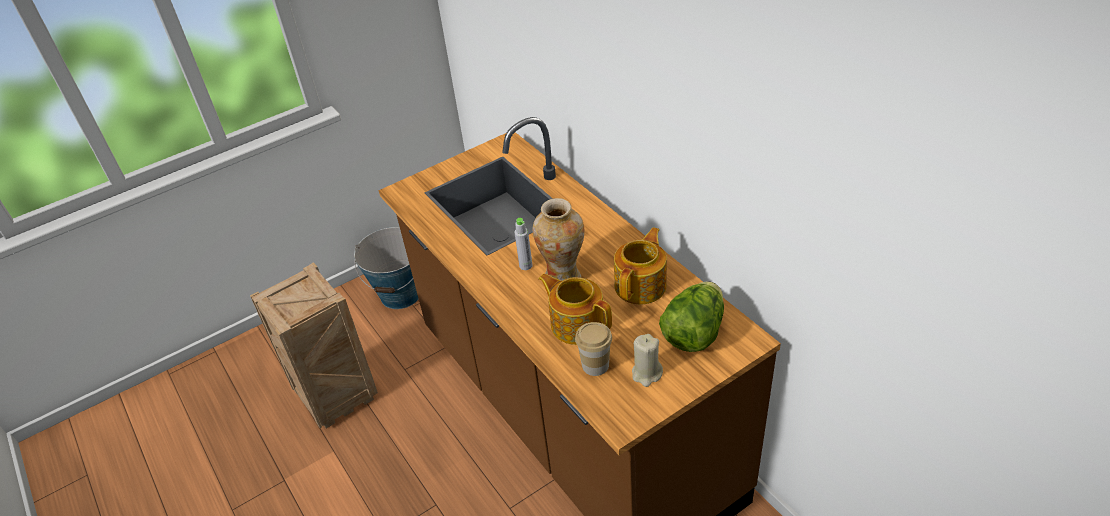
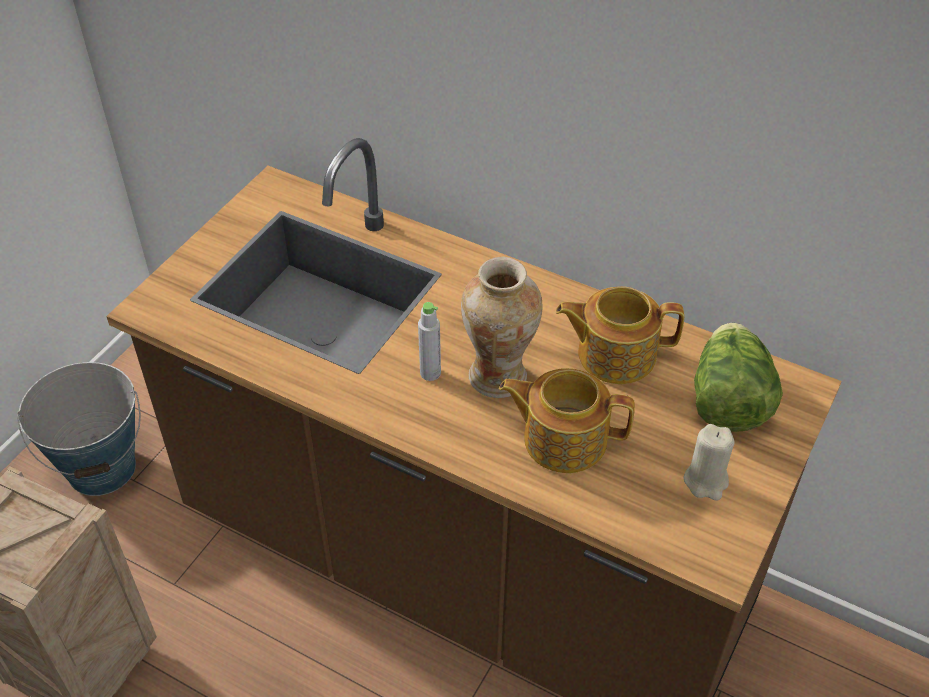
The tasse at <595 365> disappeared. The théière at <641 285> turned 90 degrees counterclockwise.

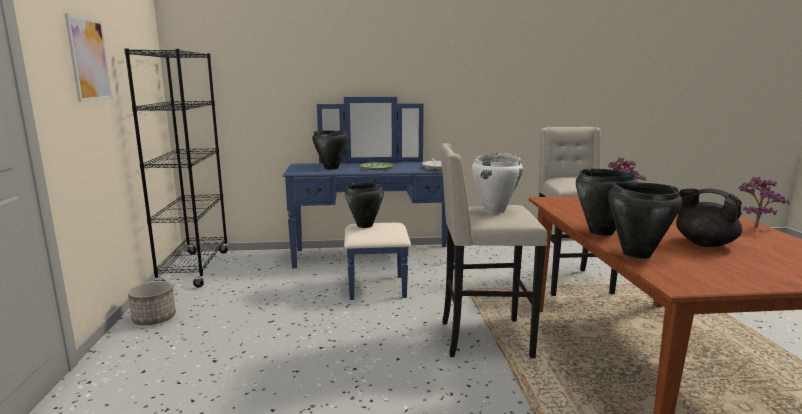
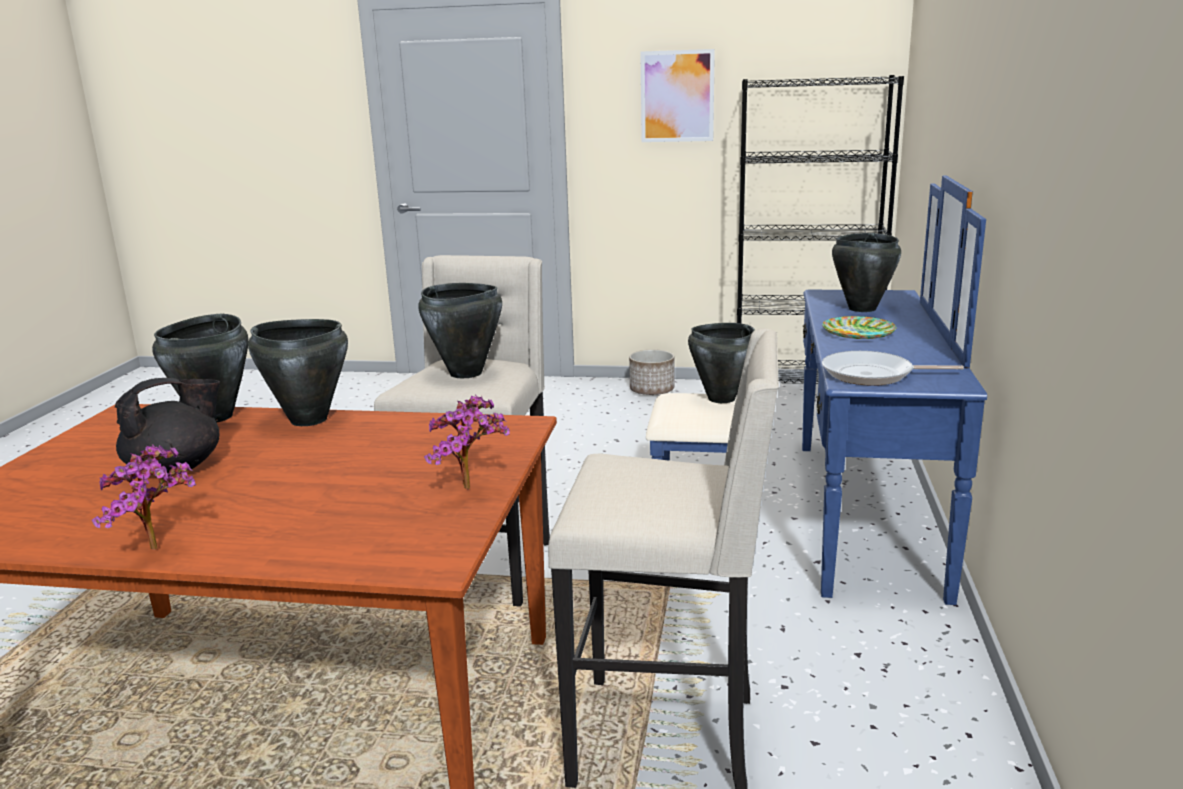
The marmite [blanc] at <495 210> became the marmite [noir] at <466 373>.

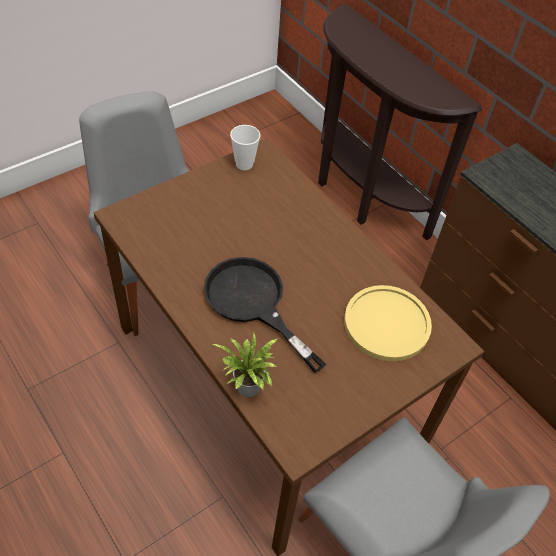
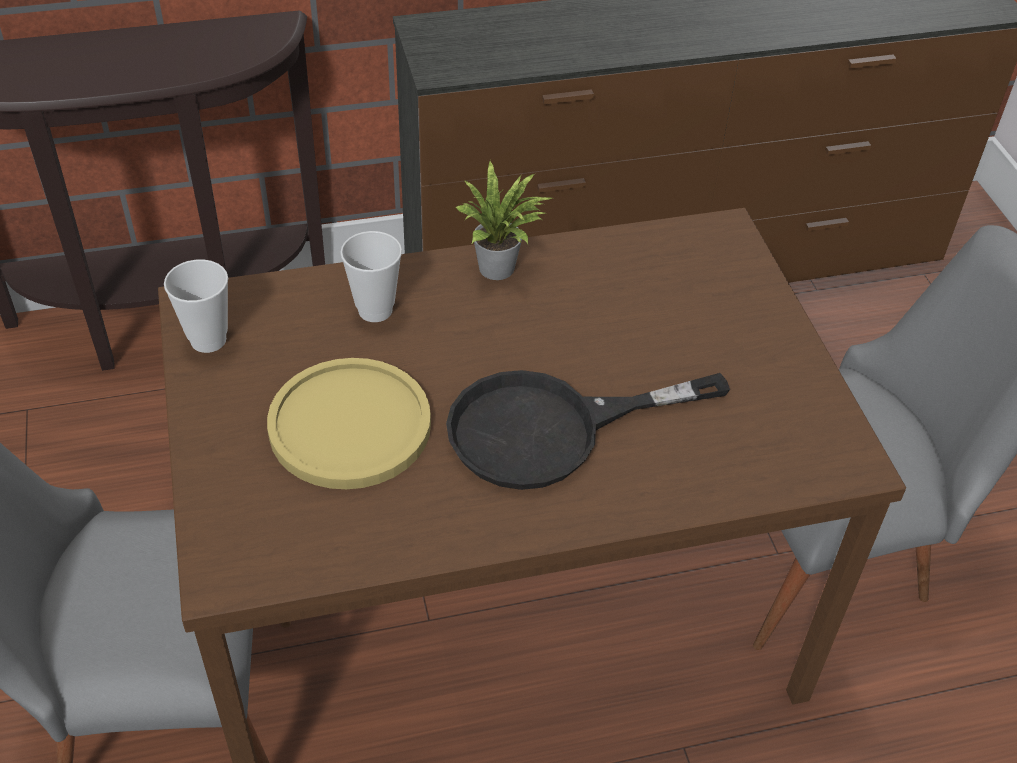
The tasse at <375 310> appeared. The plante en pot moved from <248 389> to <501 269>. The assiette [jaune] moved from <386 324> to <350 425>.

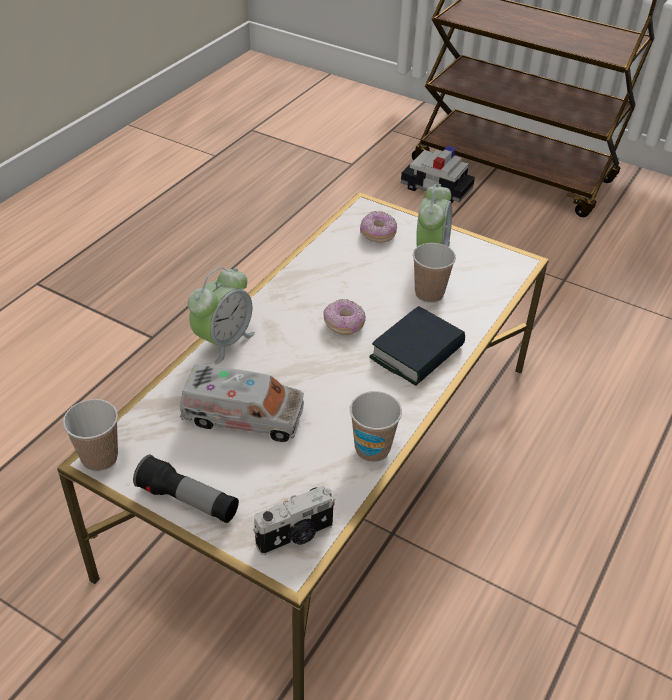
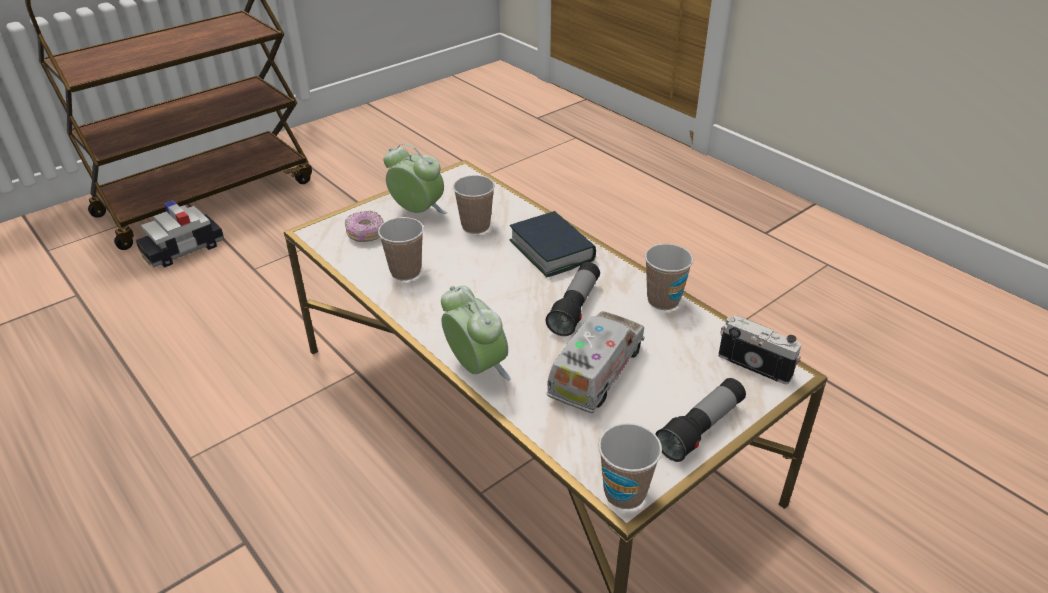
The beignet at <344 324> disappeared. The tasse at <405 272> appeared. The lampe de poche at <575 308> appeared. The appareil photo at <296 536> turned 45 degrees counterclockwise.

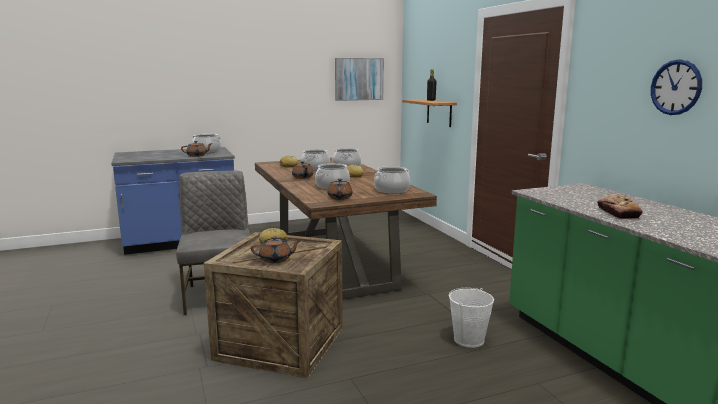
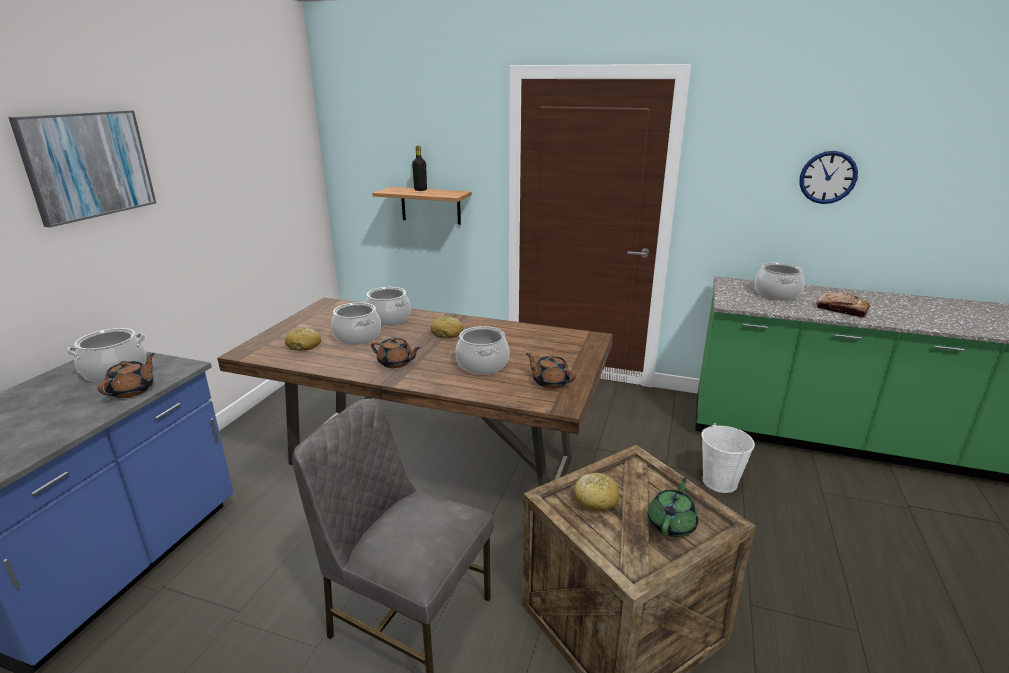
The tableau moved from <359 79> to <88 165>. The marmite moved from <391 190> to <776 294>. The théière [marron] at <276 260> became the théière [vert] at <672 524>.

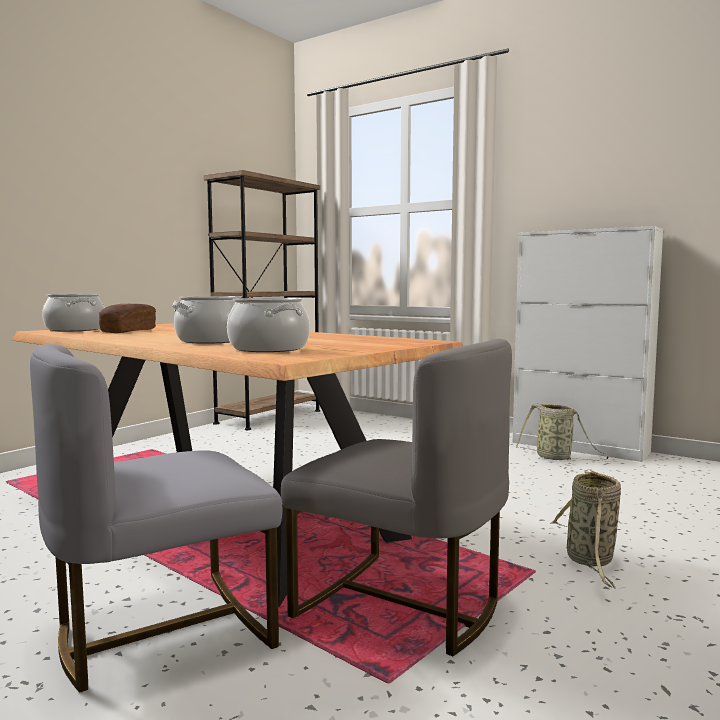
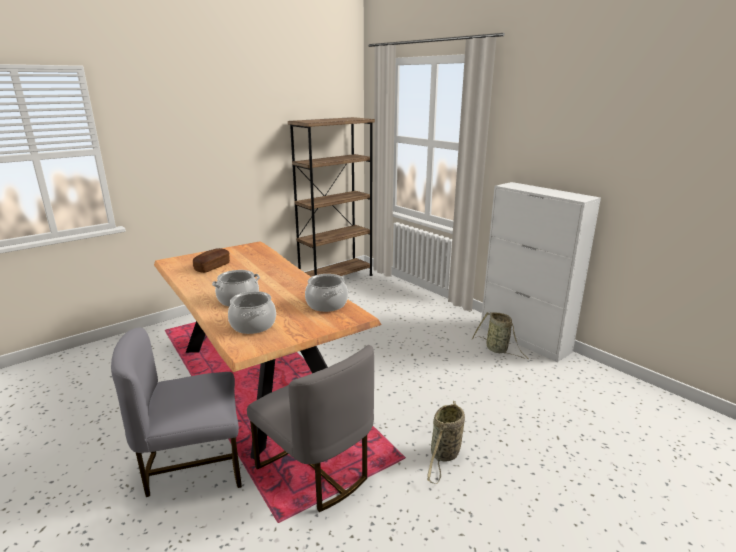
The marmite moved from <76 329> to <327 304>.

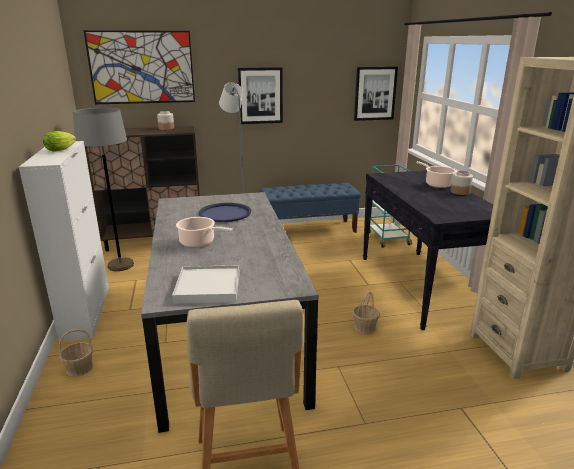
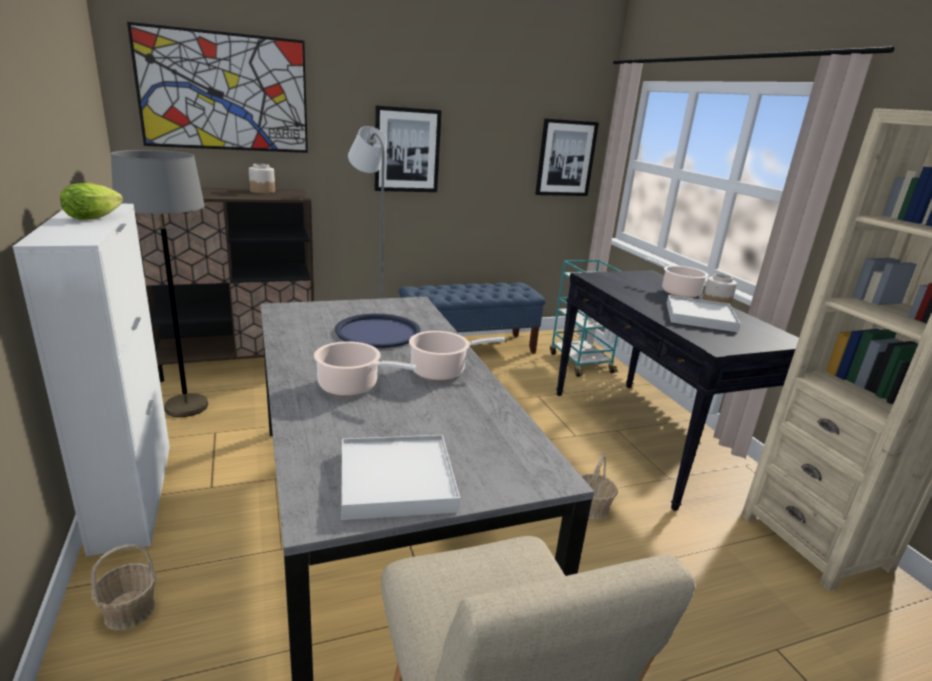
The marmite at <442 371> appeared. The plateau [blanc] at <699 317> appeared.

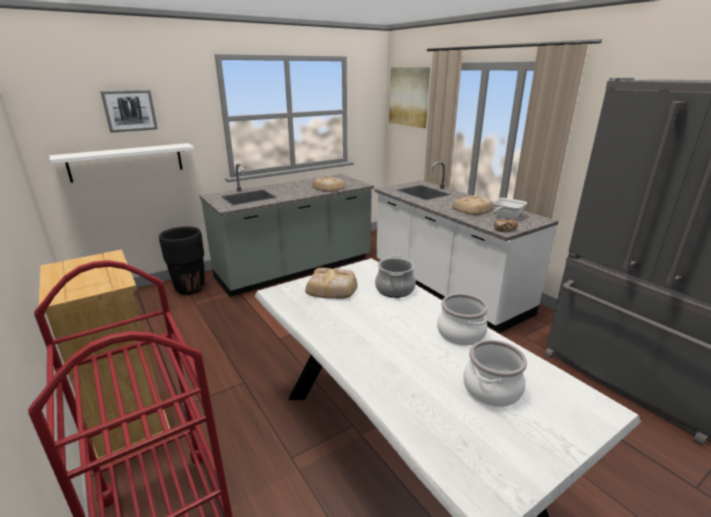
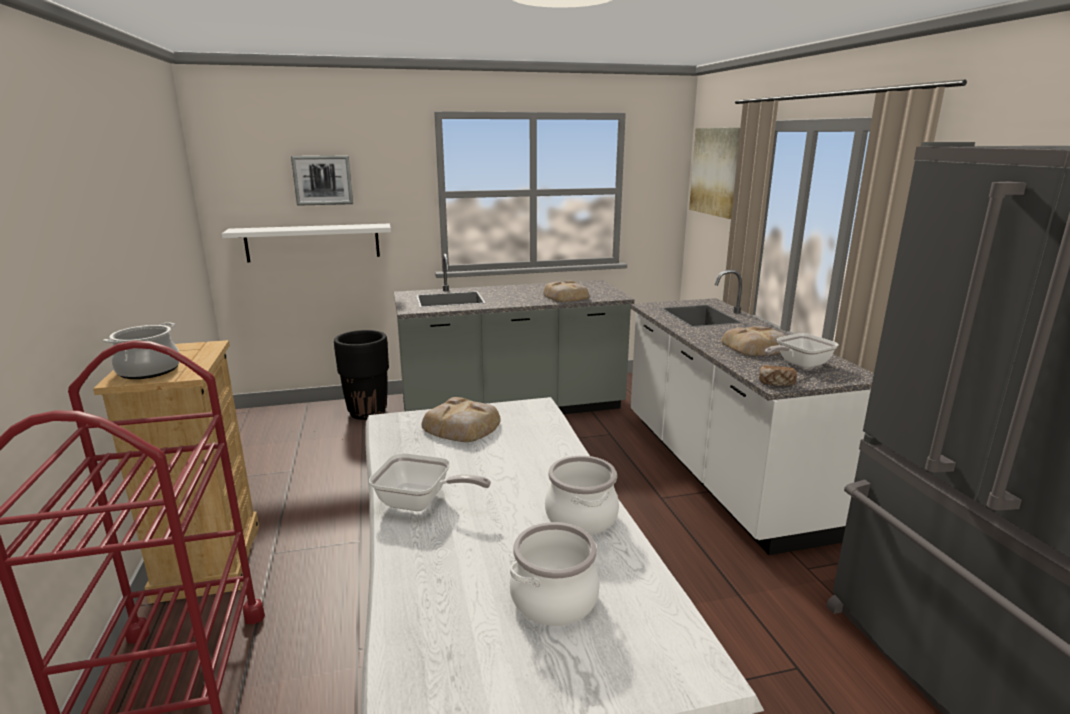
The poêle at <420 502> appeared. The marmite moved from <394 289> to <149 370>.

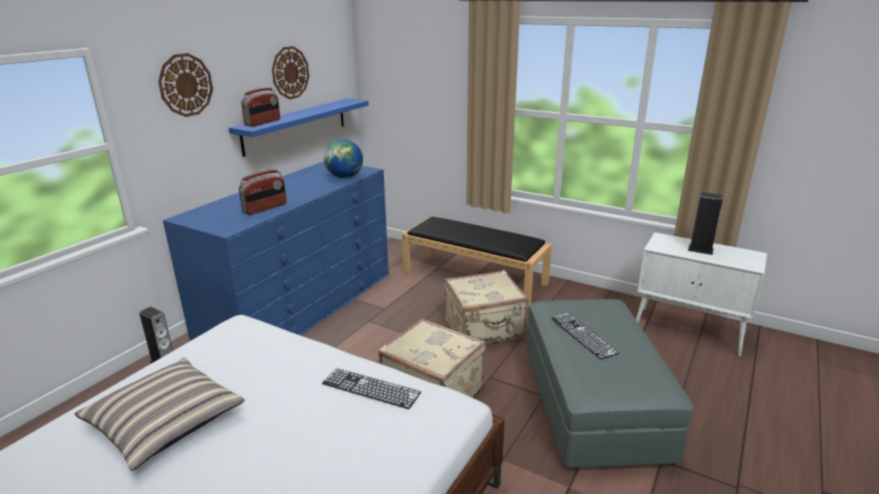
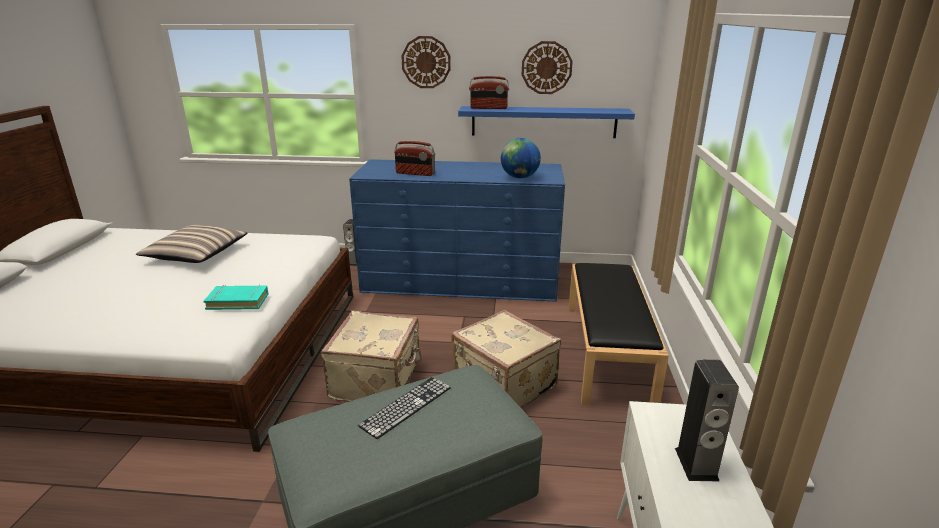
The clavier at <370 388> was replaced by the livre [turquoise] at <238 301>.

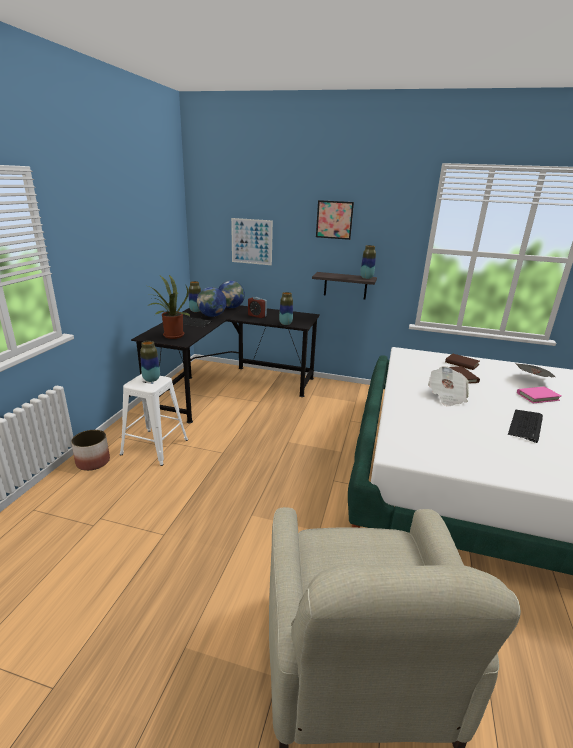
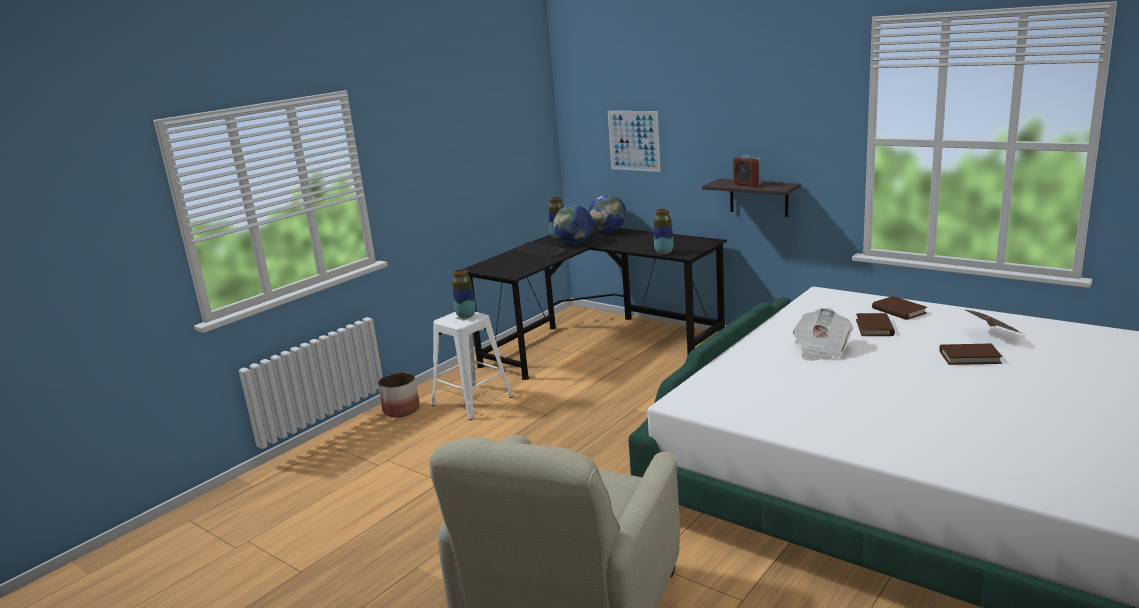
The plante en pot at <171 336> disappeared. The tableau at <334 220> disappeared. The vase at <366 278> disappeared. The clavier at <526 426> disappeared. The réveil moved from <257 316> to <747 184>. The livre [rose] at <537 396> became the livre [marron] at <969 357>.

